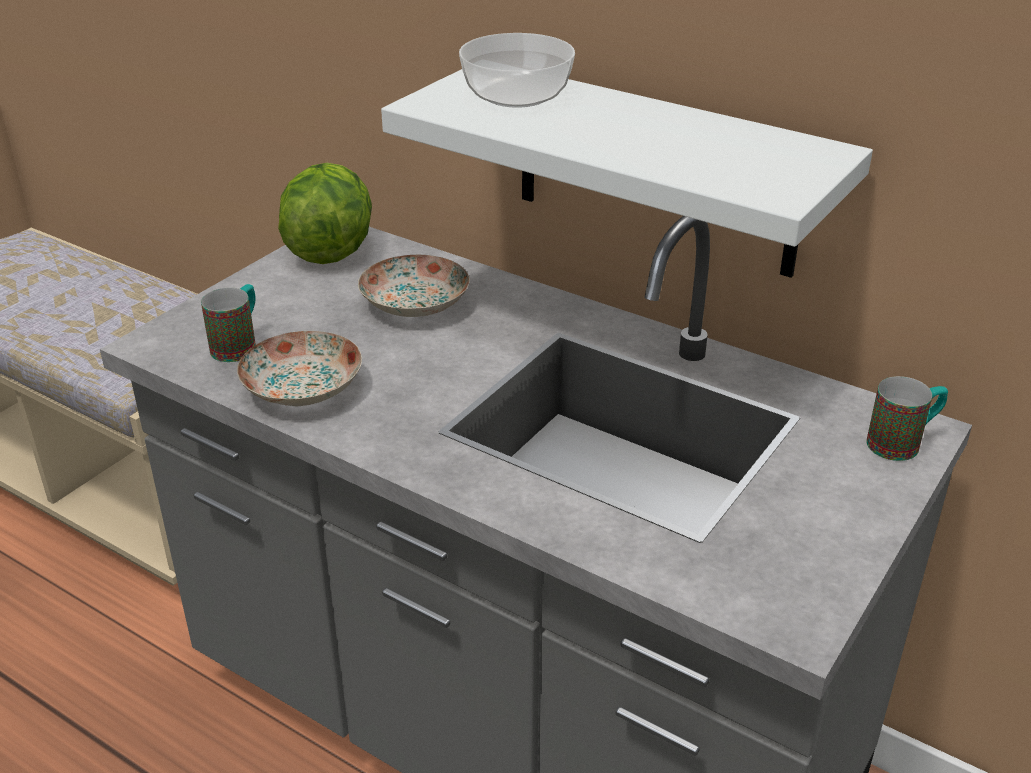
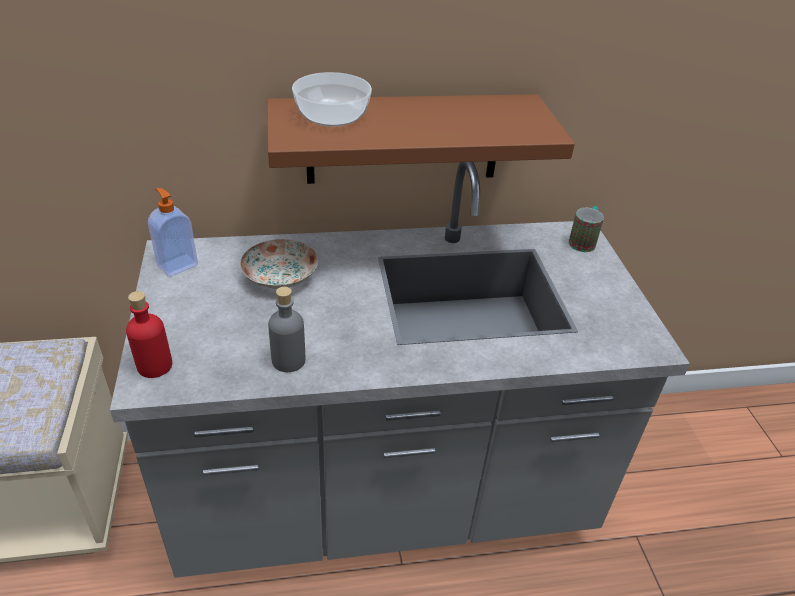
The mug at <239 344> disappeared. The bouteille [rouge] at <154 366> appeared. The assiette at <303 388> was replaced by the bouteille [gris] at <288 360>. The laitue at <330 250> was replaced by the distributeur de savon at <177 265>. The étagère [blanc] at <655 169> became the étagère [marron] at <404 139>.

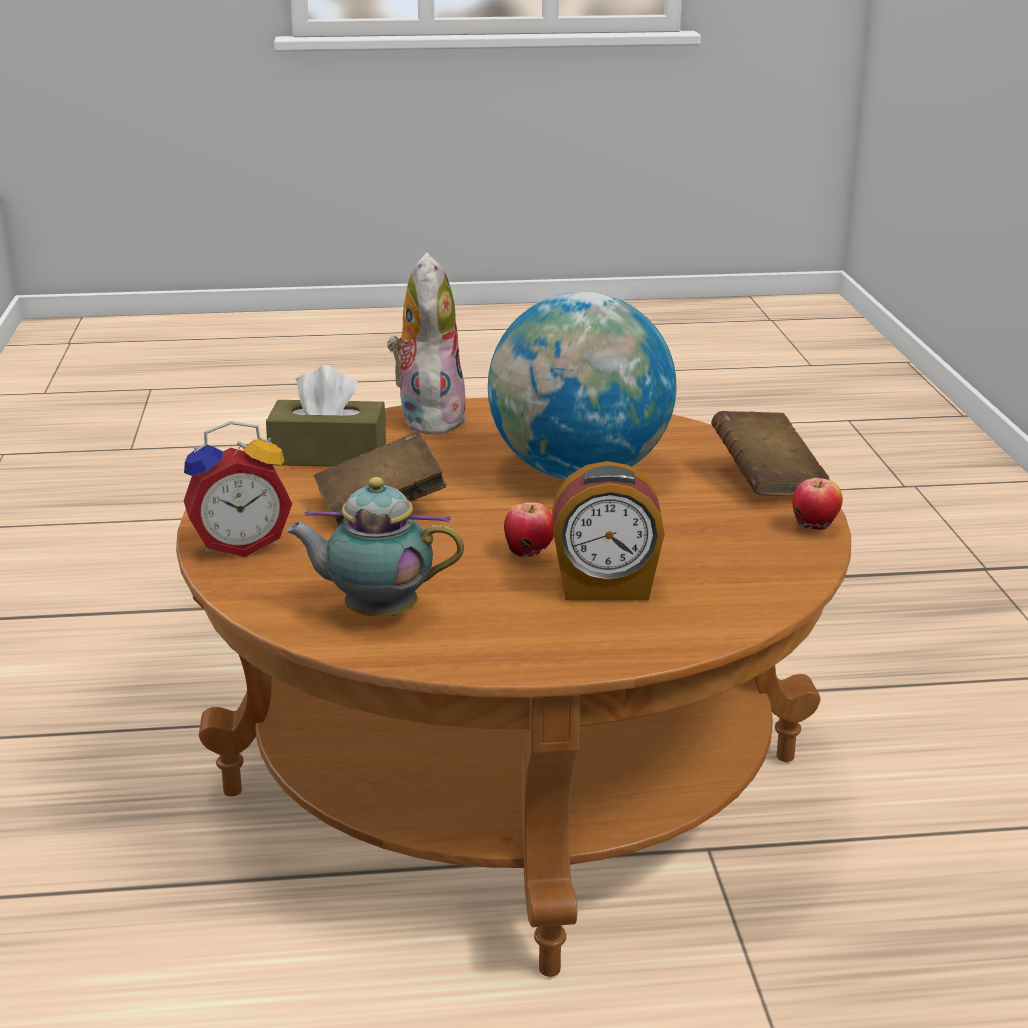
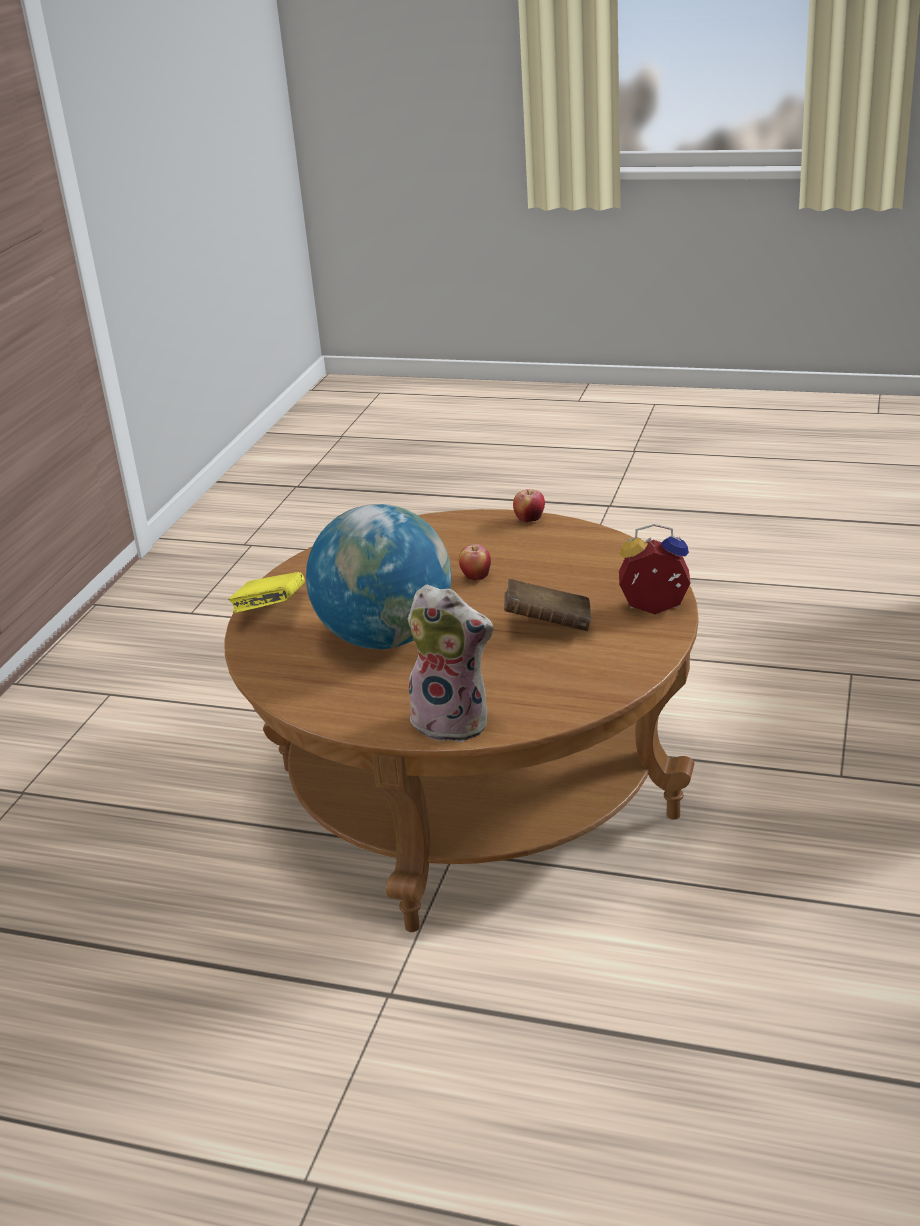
The boîte à mouchoirs [marron] at <328 455> disappeared. The théière at <376 613> disappeared. The réveil at <605 588> disappeared. The pomme moved from <814 528> to <529 520>. The livre [marron] at <767 481> became the livre [jaune] at <270 611>. The peluche at <428 418> turned 90 degrees counterclockwise.

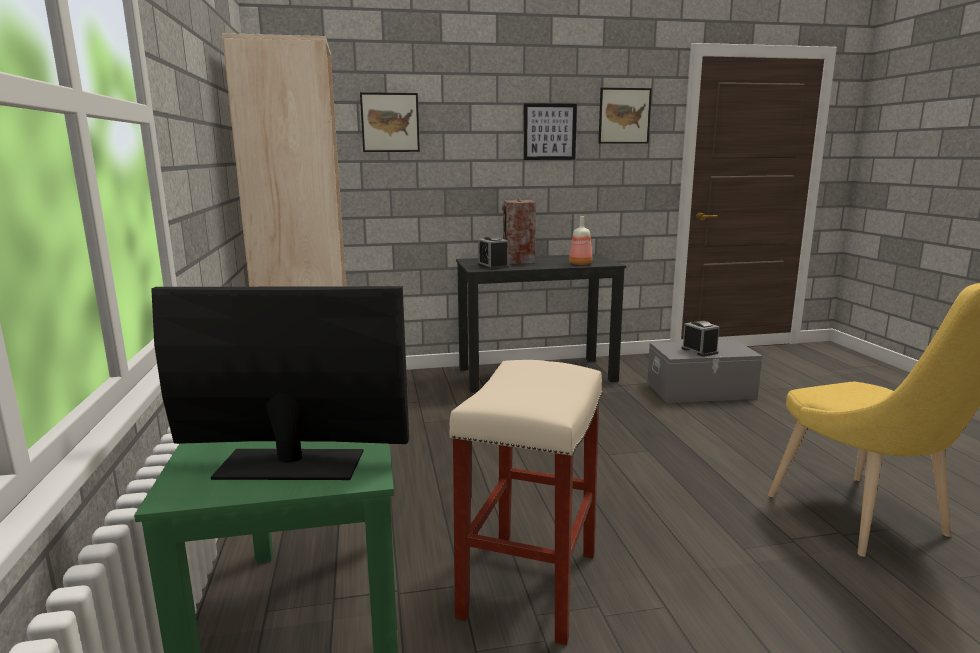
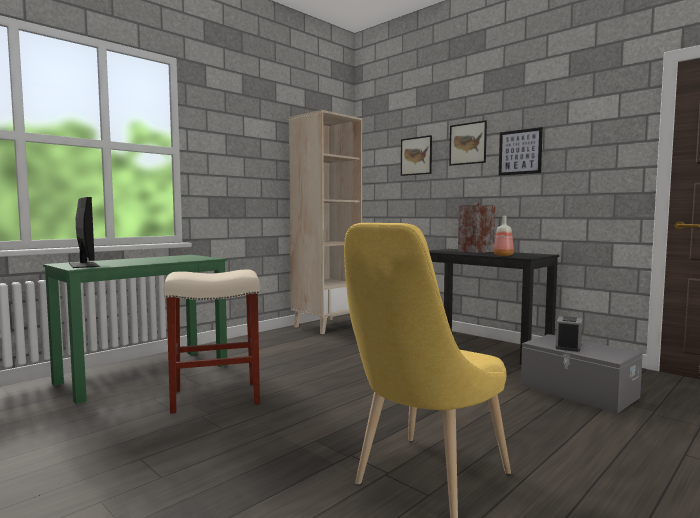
The réveil at <493 266> disappeared. The tableau moved from <624 116> to <467 143>.

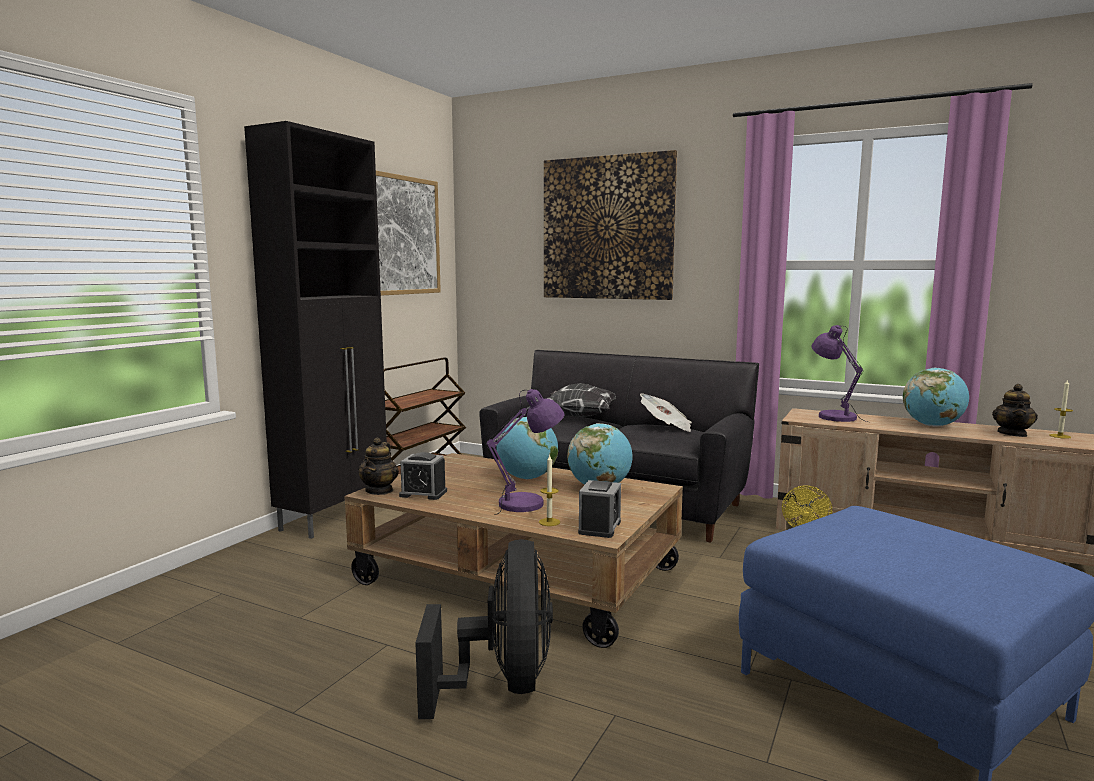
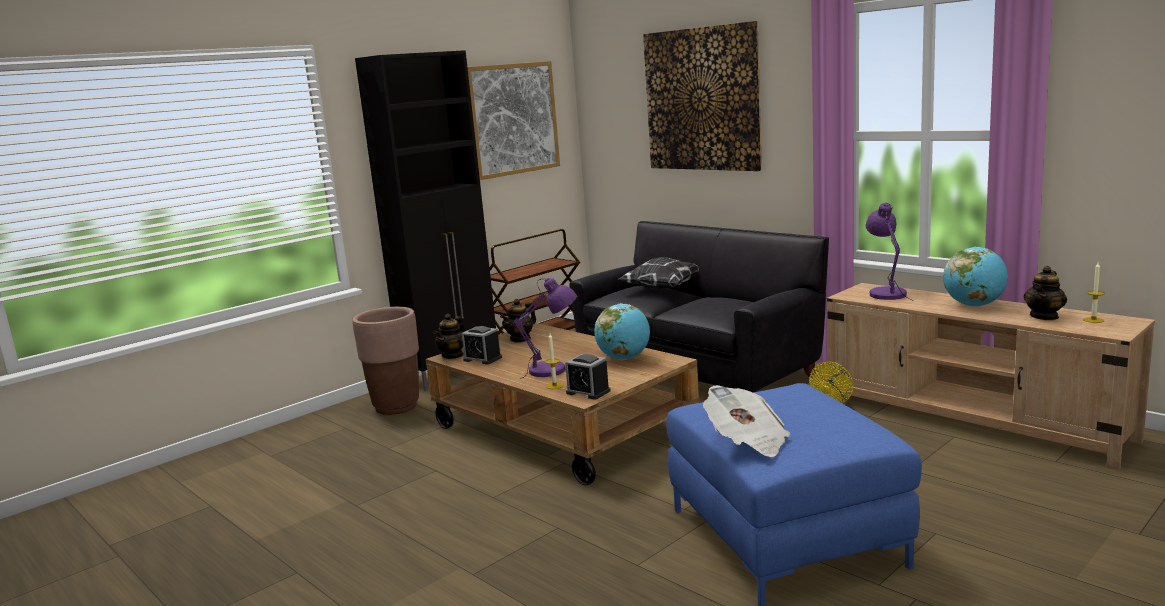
The ventilateur [noir] at <502 684> disappeared. The globe at <527 478> disappeared. The cache-pot [marron] at <396 407> appeared. The théière at <520 339> appeared. The journal moved from <666 427> to <747 441>. The réveil at <599 527> turned 90 degrees clockwise.

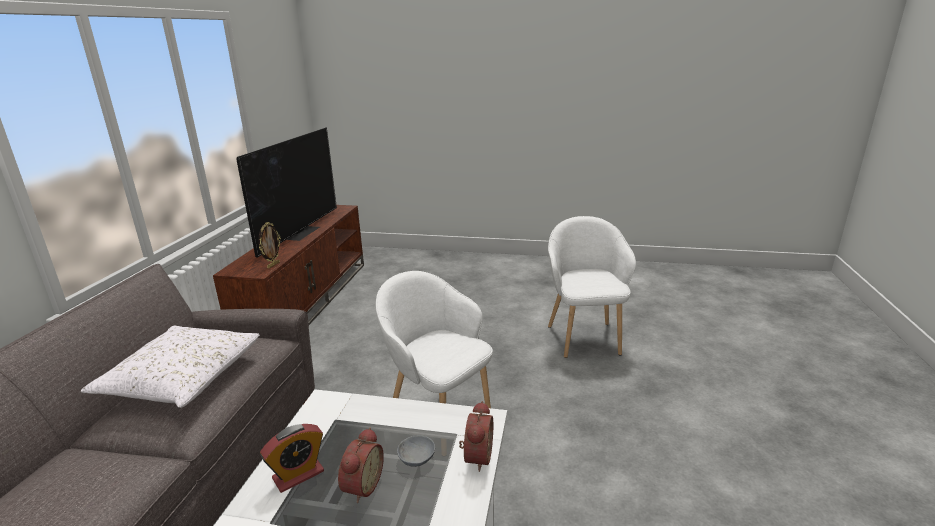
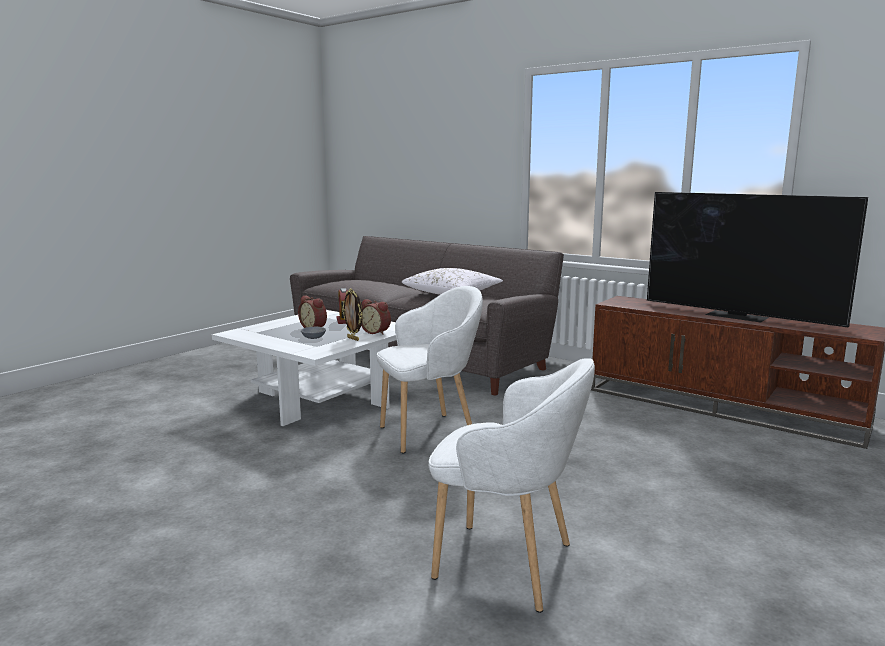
The cadre photo moved from <273 265> to <353 339>. The réveil moved from <476 456> to <376 332>.

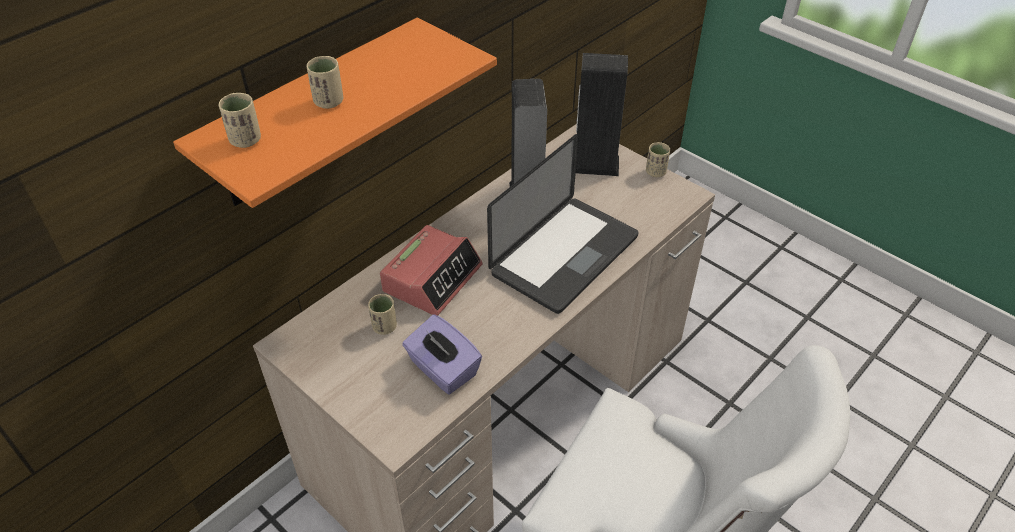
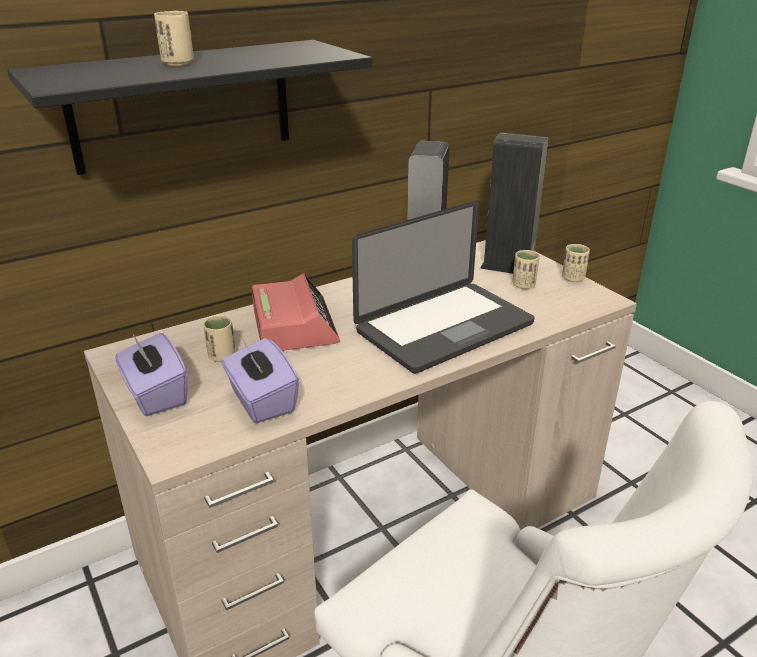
The boîte à mouchoirs [violet] at <155 395> appeared. The tasse [beige] moved from <245 140> to <523 285>. The étagère [orange] at <314 115> became the étagère [noir] at <182 106>. The réveil at <432 278> turned 60 degrees counterclockwise.

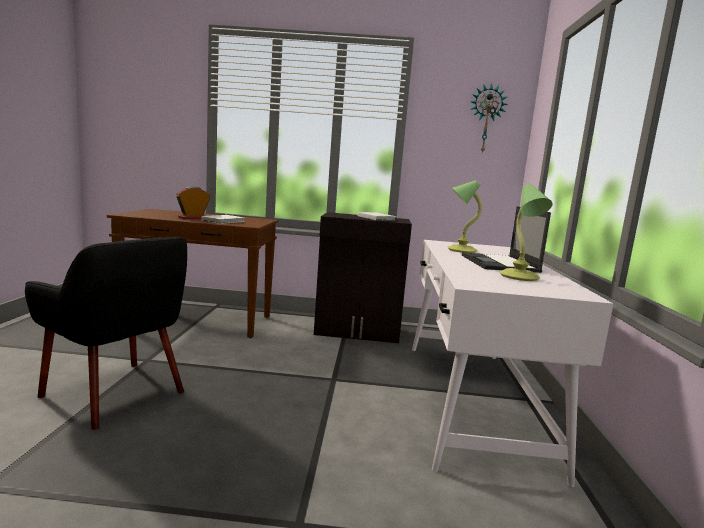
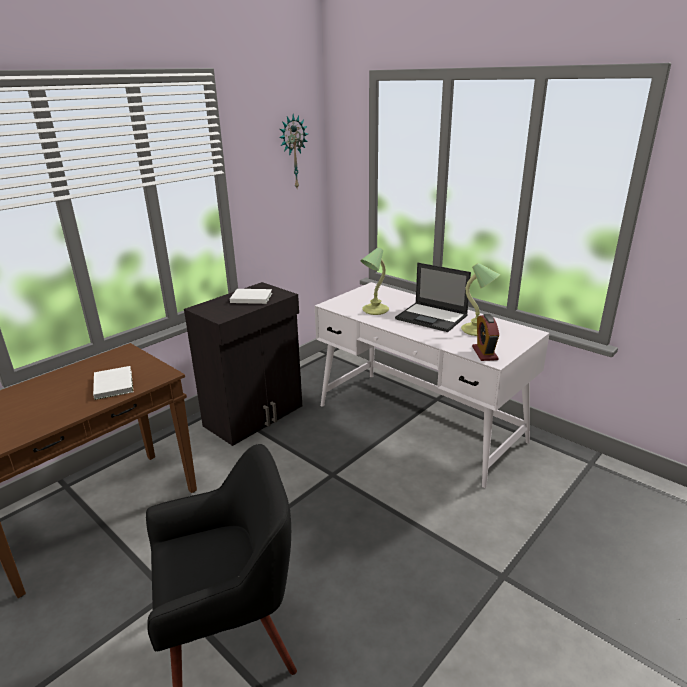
The réveil moved from <193 218> to <484 353>.

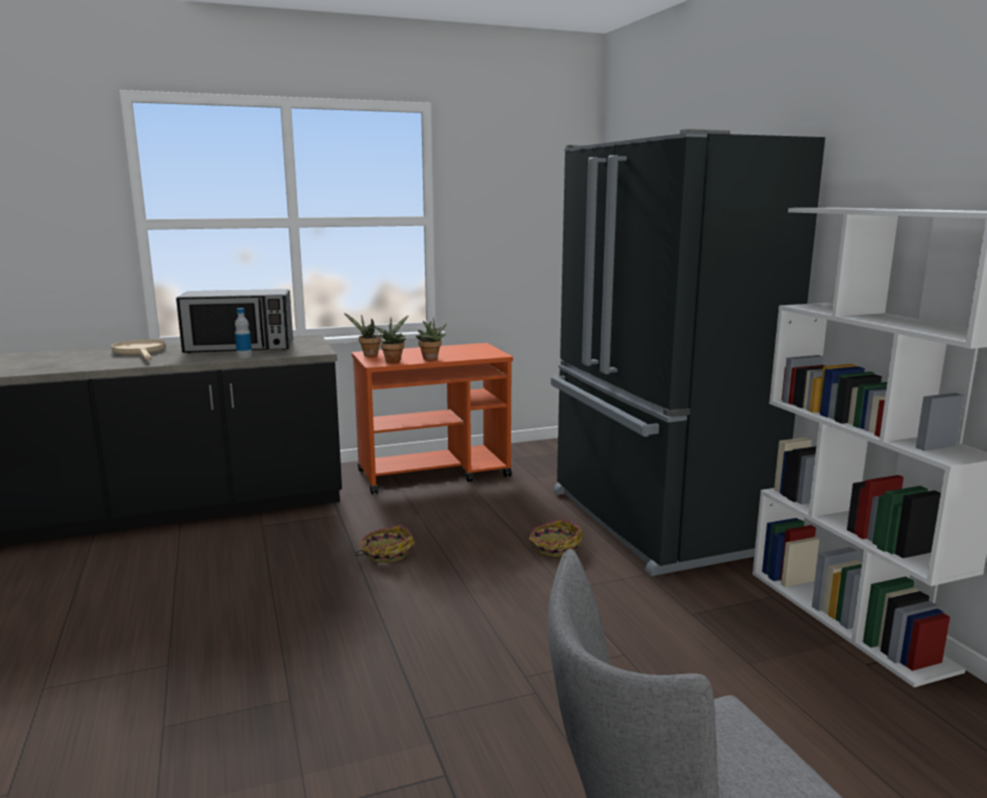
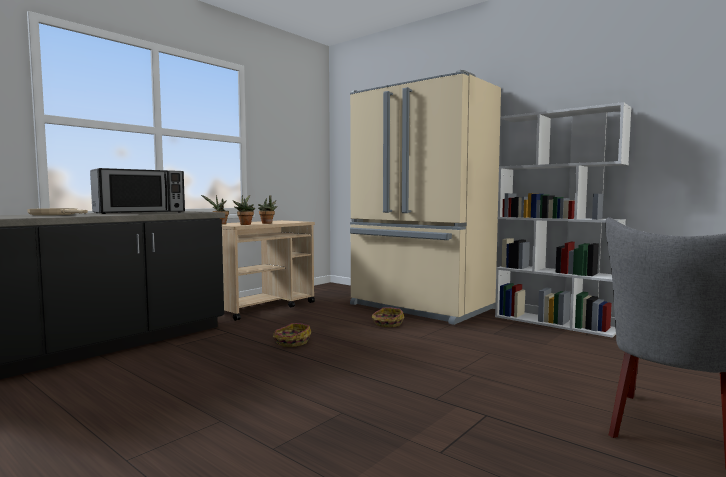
The bouteille at <244 356> disappeared. The chariot [orange] at <434 473> became the chariot [beige] at <263 307>. The réfrigérateur [noir] at <652 522> became the réfrigérateur [beige] at <419 307>.

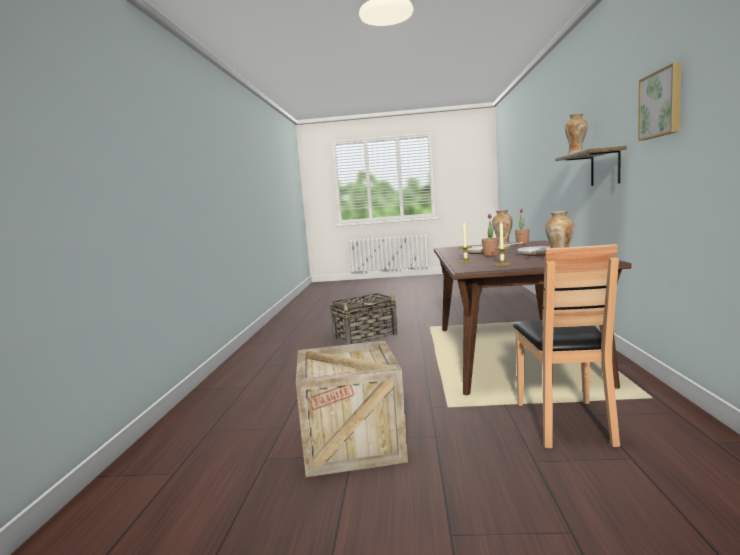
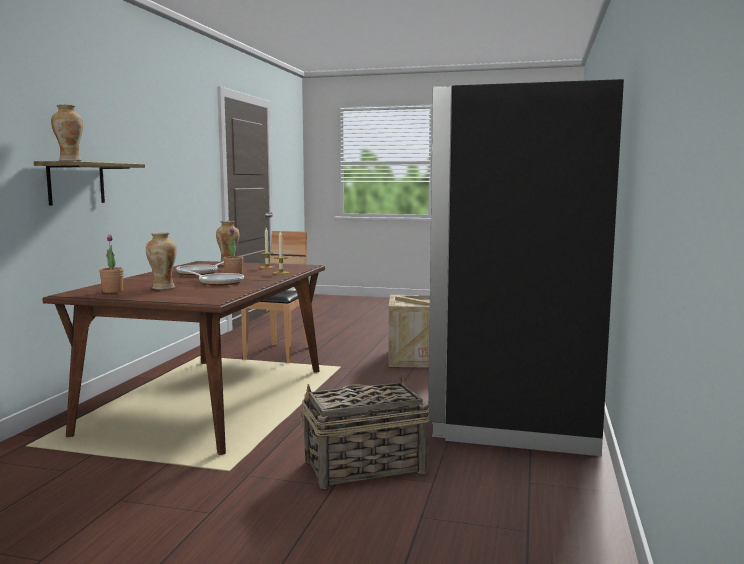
The tableau at <662 104> disappeared. The réfrigérateur [noir] at <514 410> appeared.

